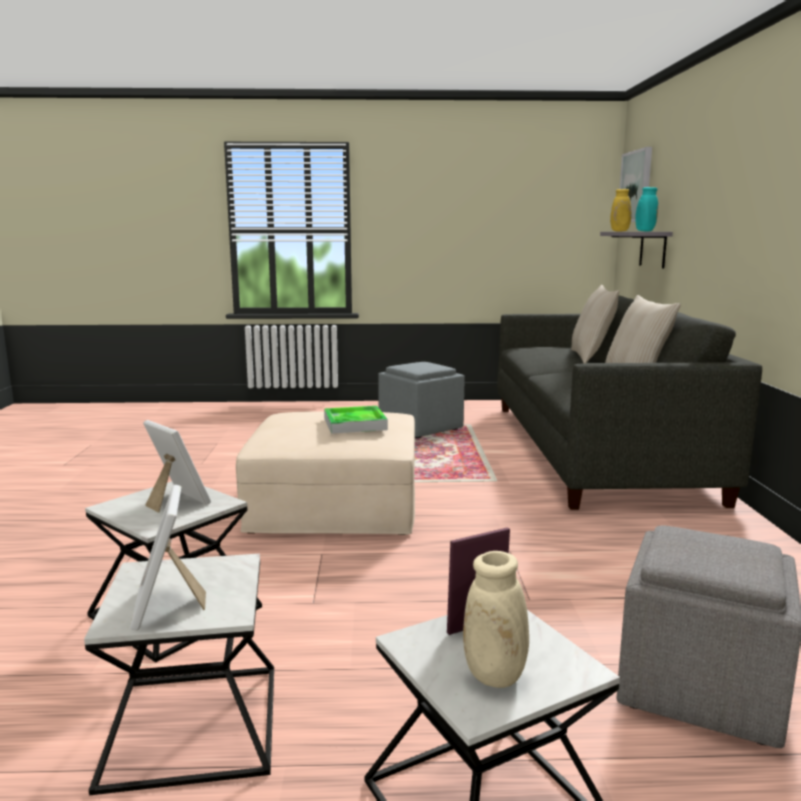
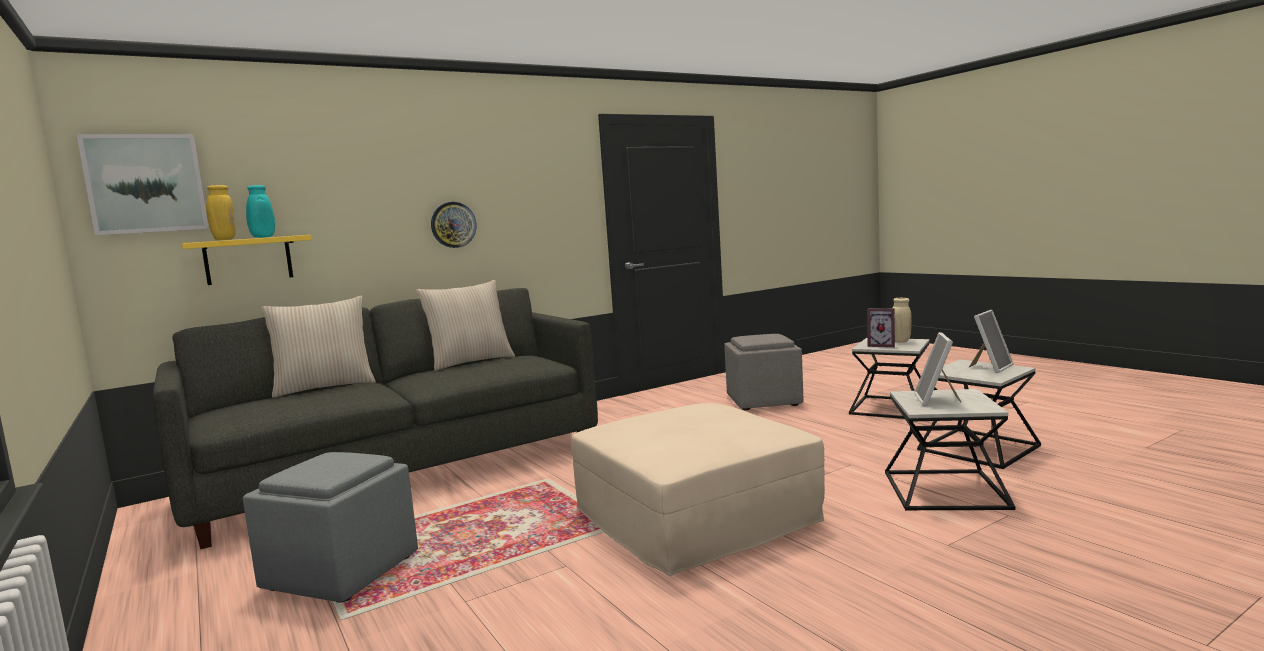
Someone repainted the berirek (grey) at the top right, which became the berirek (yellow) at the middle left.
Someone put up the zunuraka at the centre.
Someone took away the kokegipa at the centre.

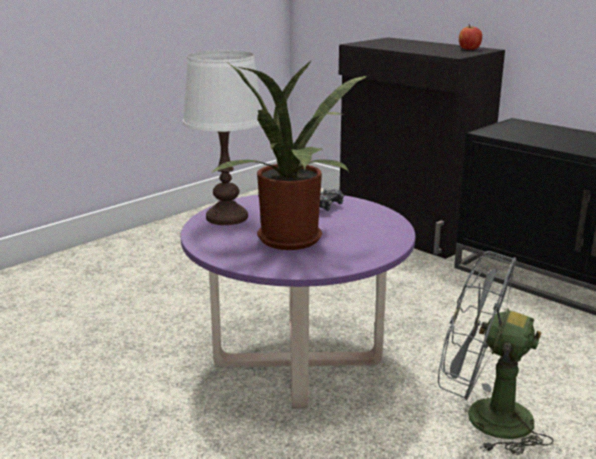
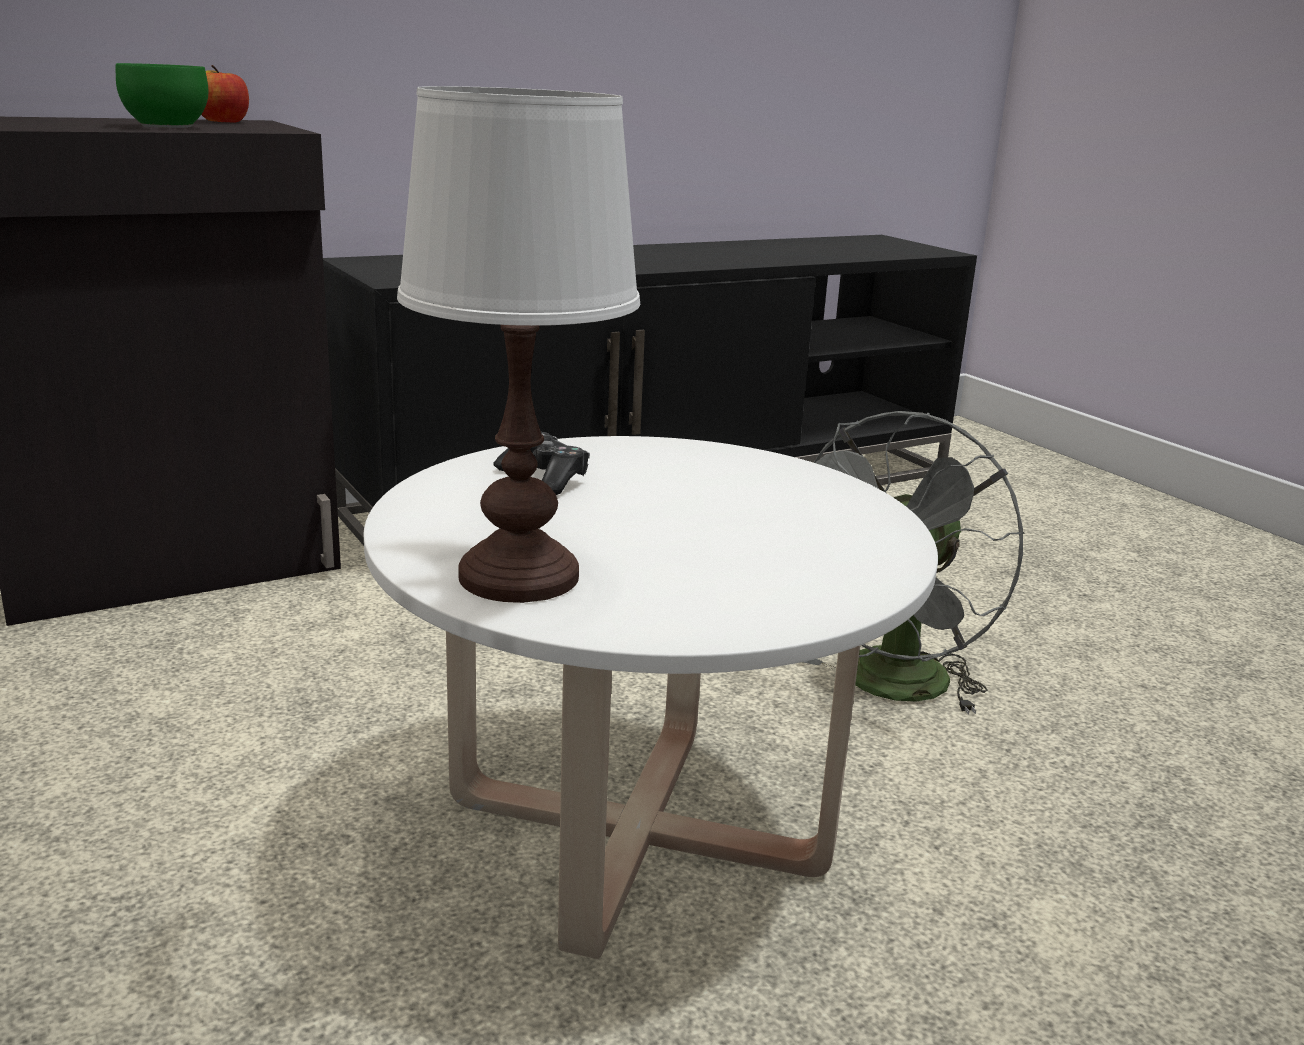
Someone put down the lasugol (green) at the top left.
Someone repainted the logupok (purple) at the centre, which became the logupok (white) at the bottom centre.
Someone took away the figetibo at the centre.

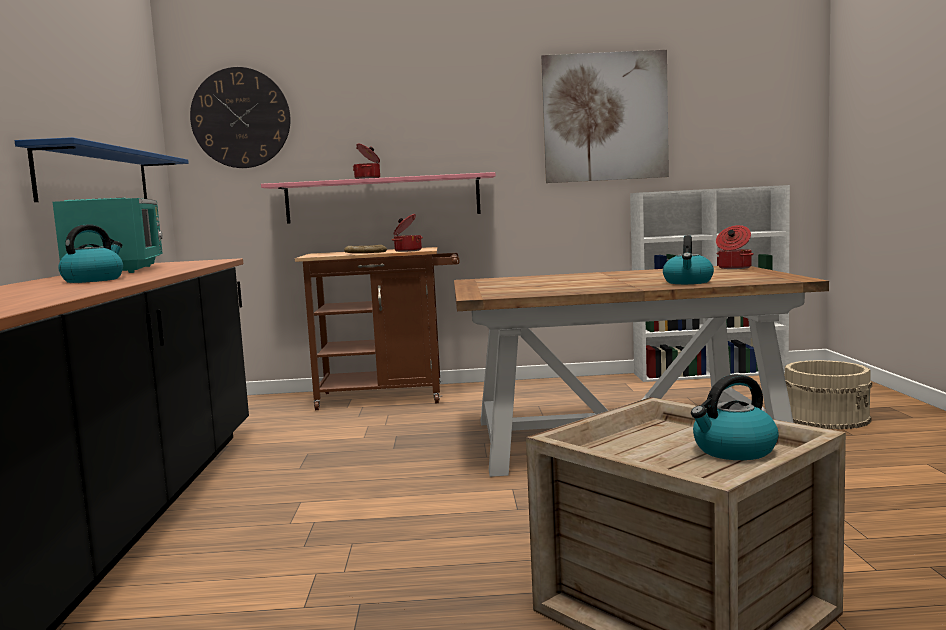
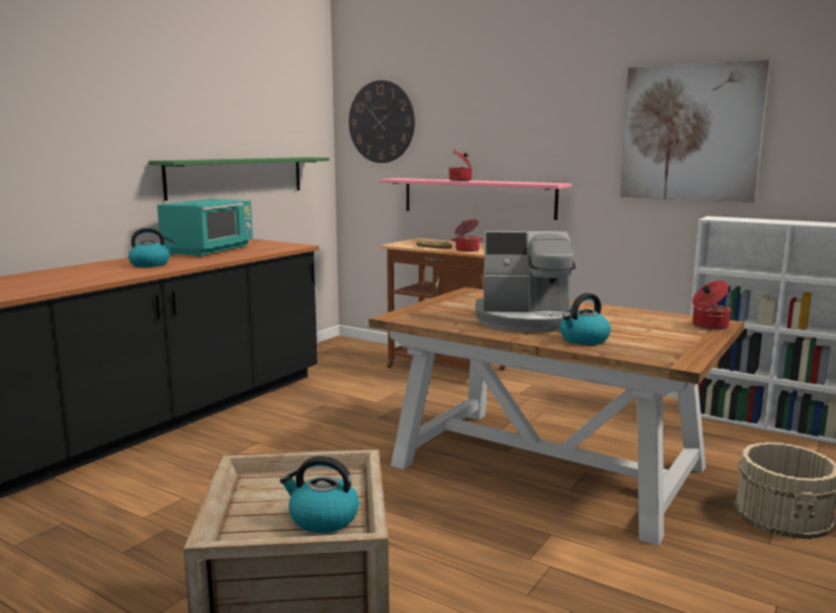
Someone repainted the berirek (blue) at the top left, which became the berirek (green) at the top left.
Someone put down the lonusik at the centre.

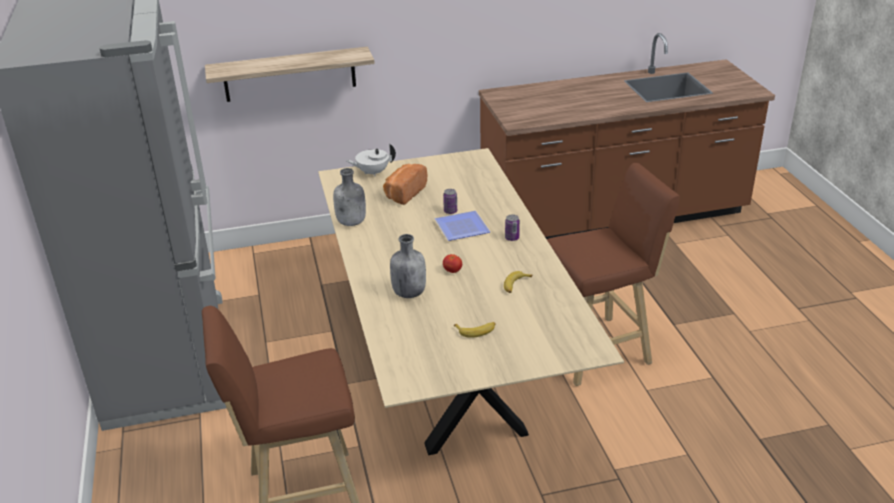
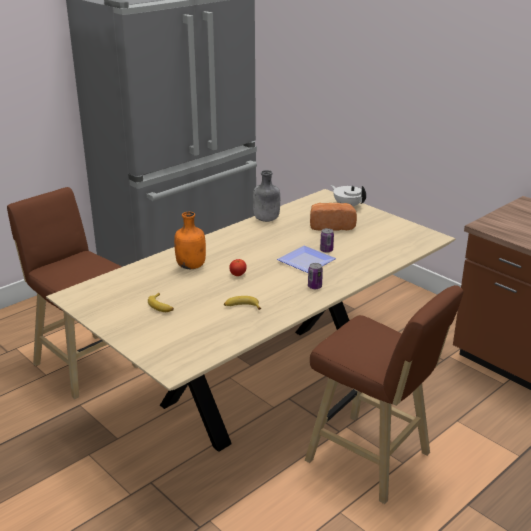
Someone repainted the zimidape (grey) (no. 2 from left) at the centre, which became the zimidape (orange) at the centre.
Someone took away the berirek at the top left.

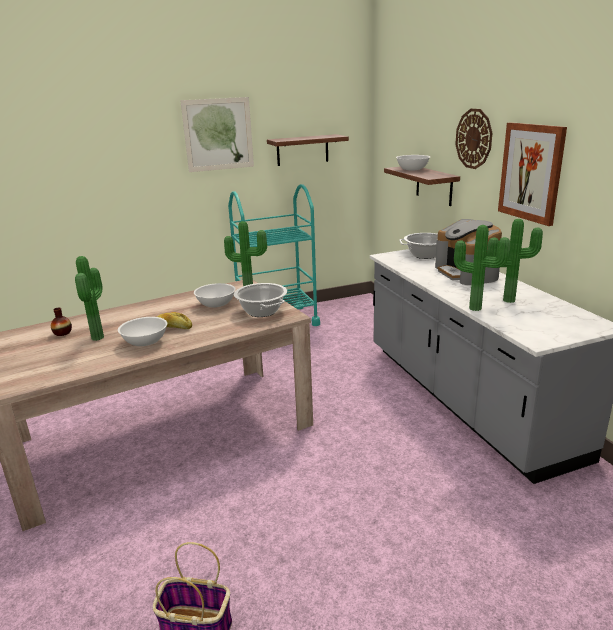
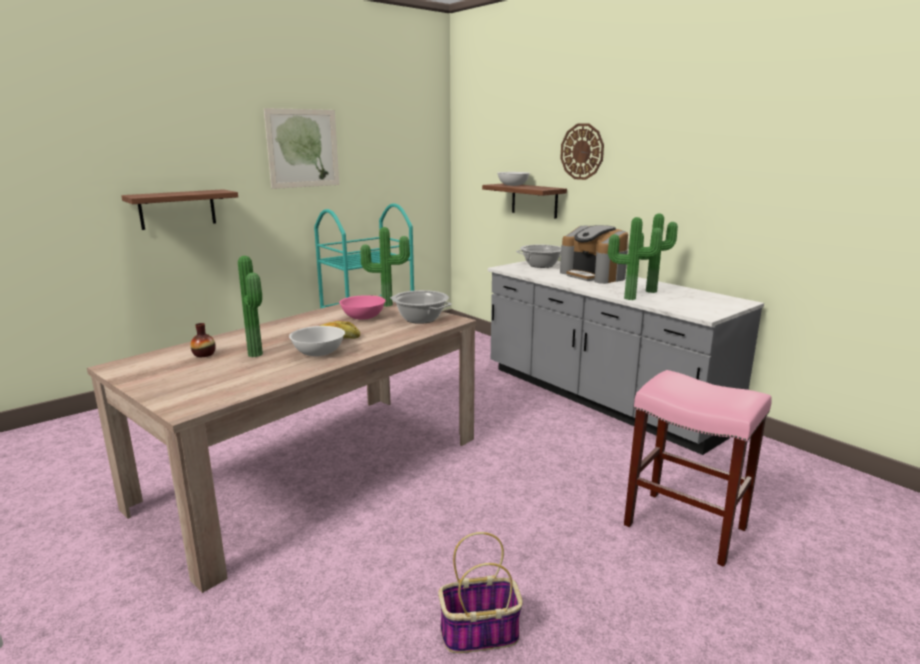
Someone carried the berirek (no. 1 from left) from the top centre to the top left.
Someone repainted the lasugol (white) (no. 2 from left) at the centre, which became the lasugol (pink) at the centre.
Someone put down the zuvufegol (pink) at the bottom right.
Someone took away the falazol (no. 2 from left) at the top right.

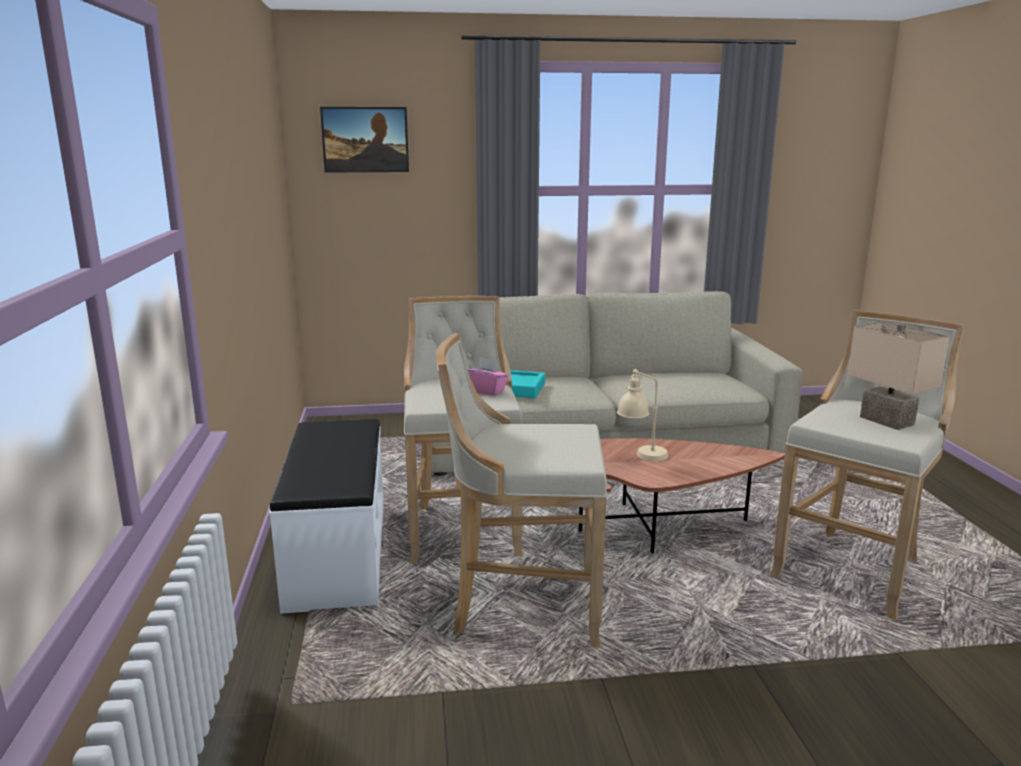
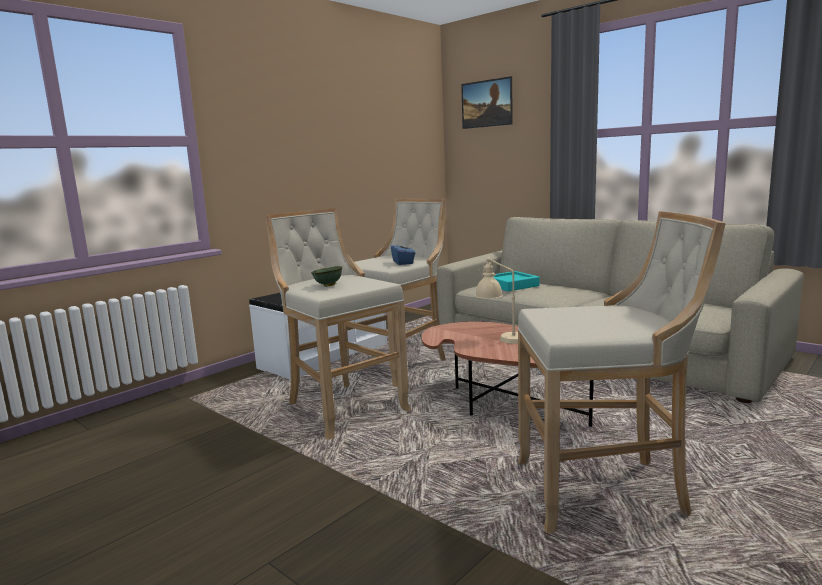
Someone put down the lasugol (green) at the centre.
Someone repainted the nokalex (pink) at the centre, which became the nokalex (blue) at the centre.
Someone took away the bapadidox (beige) (no. 2 from left) at the middle right.

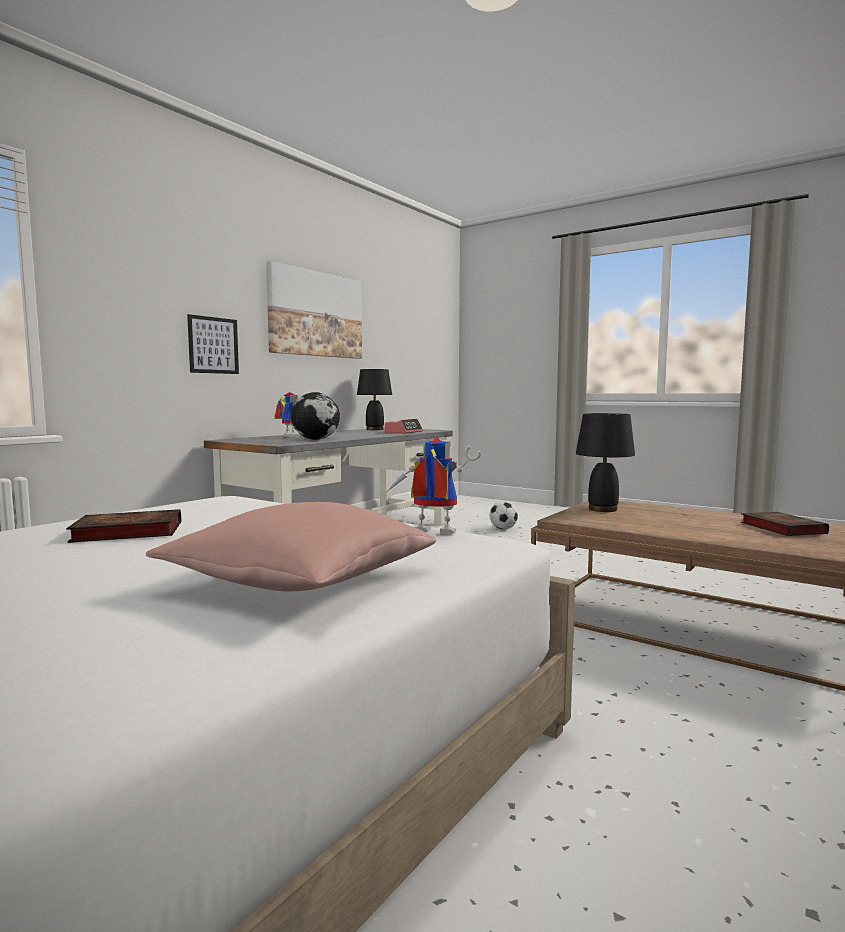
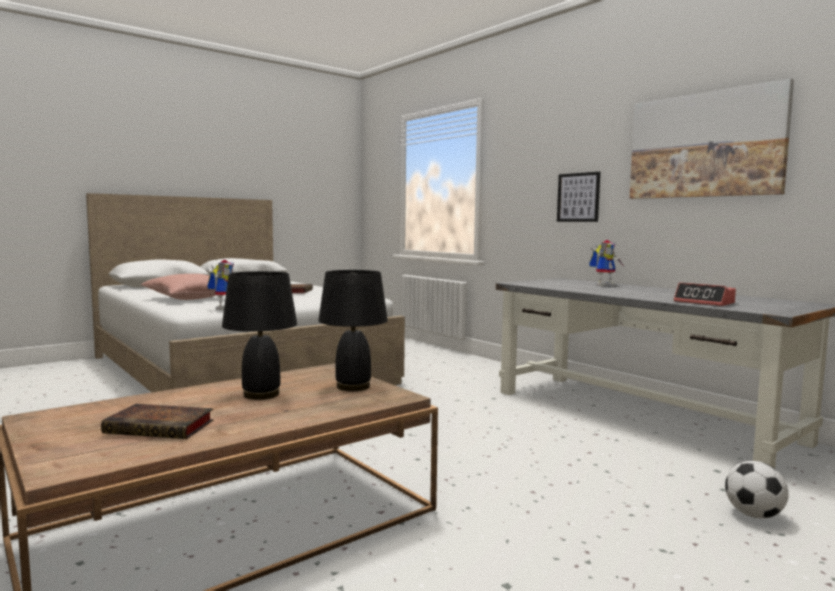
Someone carried the bapadidox (black) (no. 1 from left) from the centre to the middle left.
Someone took away the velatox at the centre.

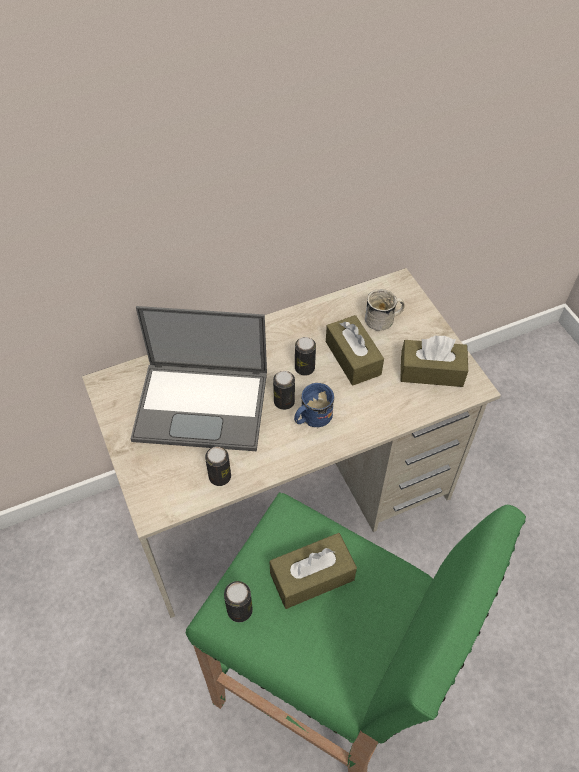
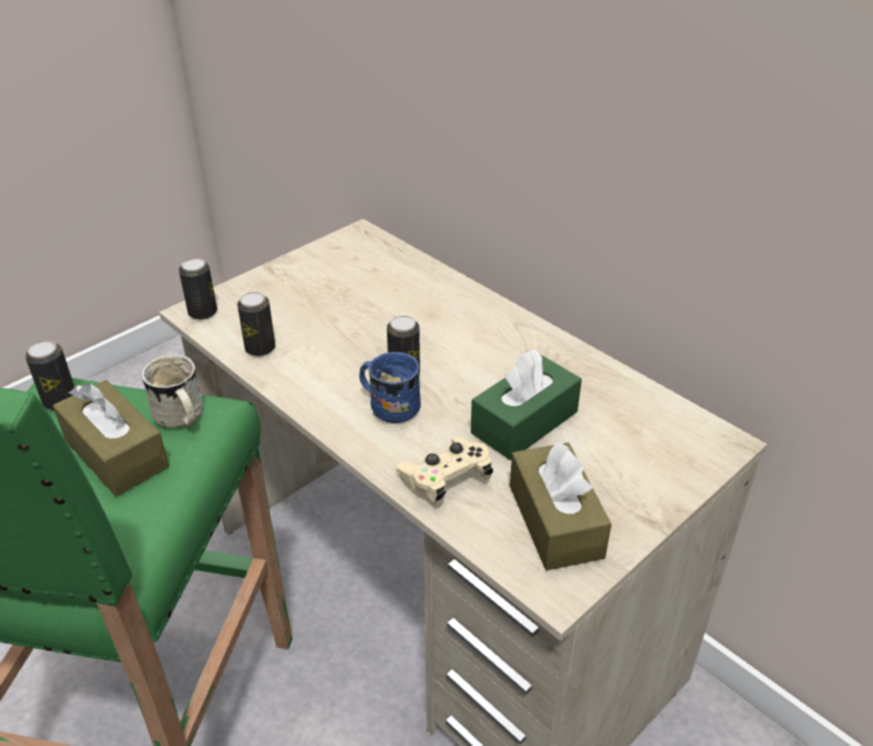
Someone carried the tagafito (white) from the centre to the middle left.
Someone carried the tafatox (no. 4 from left in the first image) from the centre to the middle left.
Someone put down the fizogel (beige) at the centre.
Someone repainted the nokalex (brown) (no. 2 from left) at the centre, which became the nokalex (green) at the centre.
Someone took away the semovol at the centre.

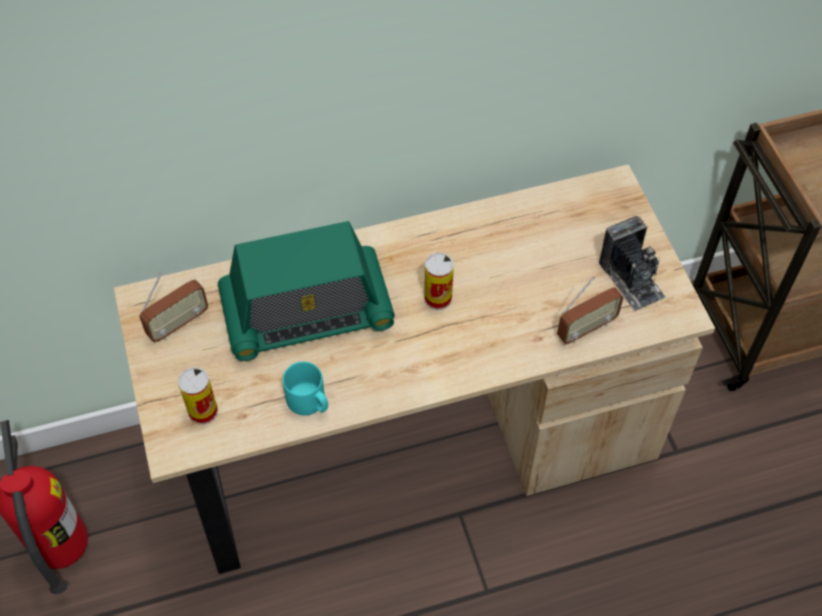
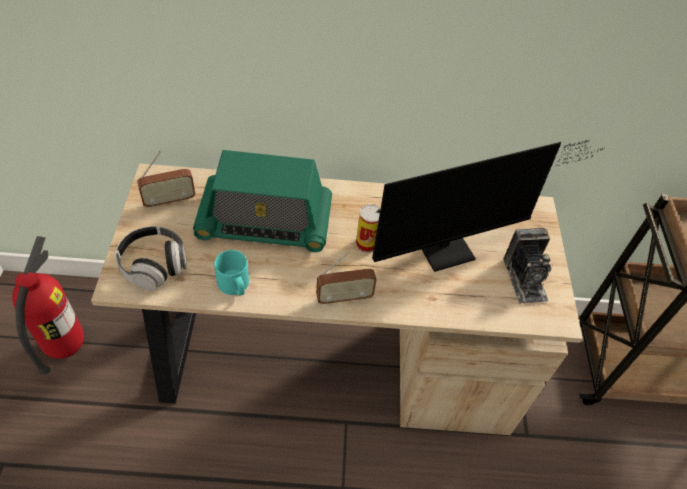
Someone swapped the tafatox (no. 1 from left) at the middle left for the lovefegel at the middle left.
Someone carried the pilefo (no. 3 from left) from the middle right to the centre.
Someone put down the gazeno at the middle right.

